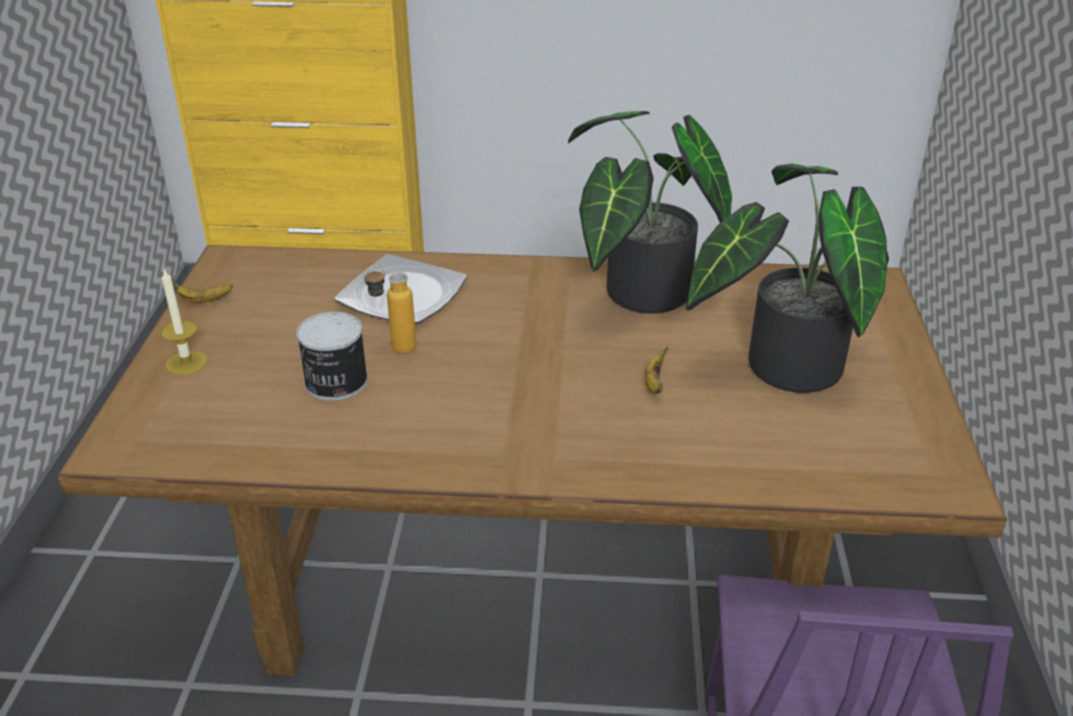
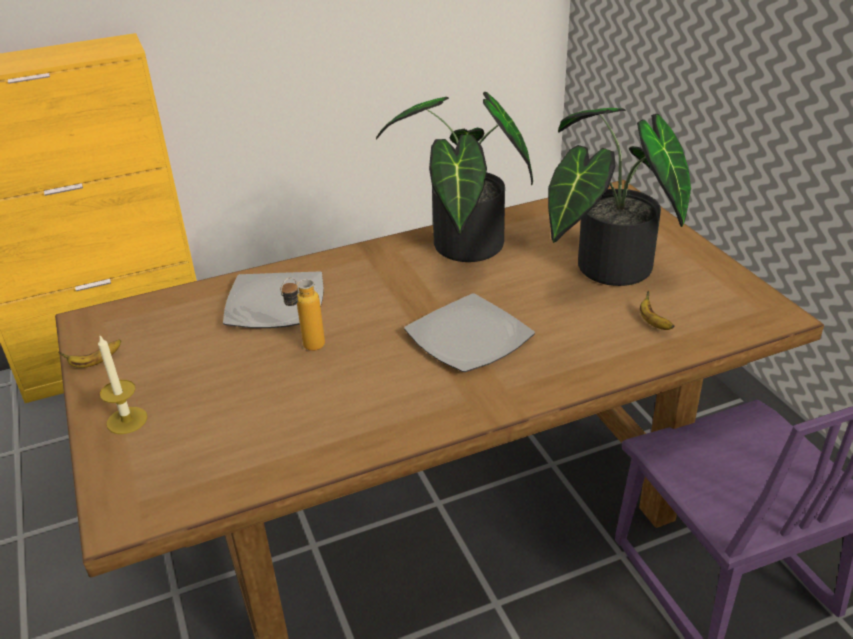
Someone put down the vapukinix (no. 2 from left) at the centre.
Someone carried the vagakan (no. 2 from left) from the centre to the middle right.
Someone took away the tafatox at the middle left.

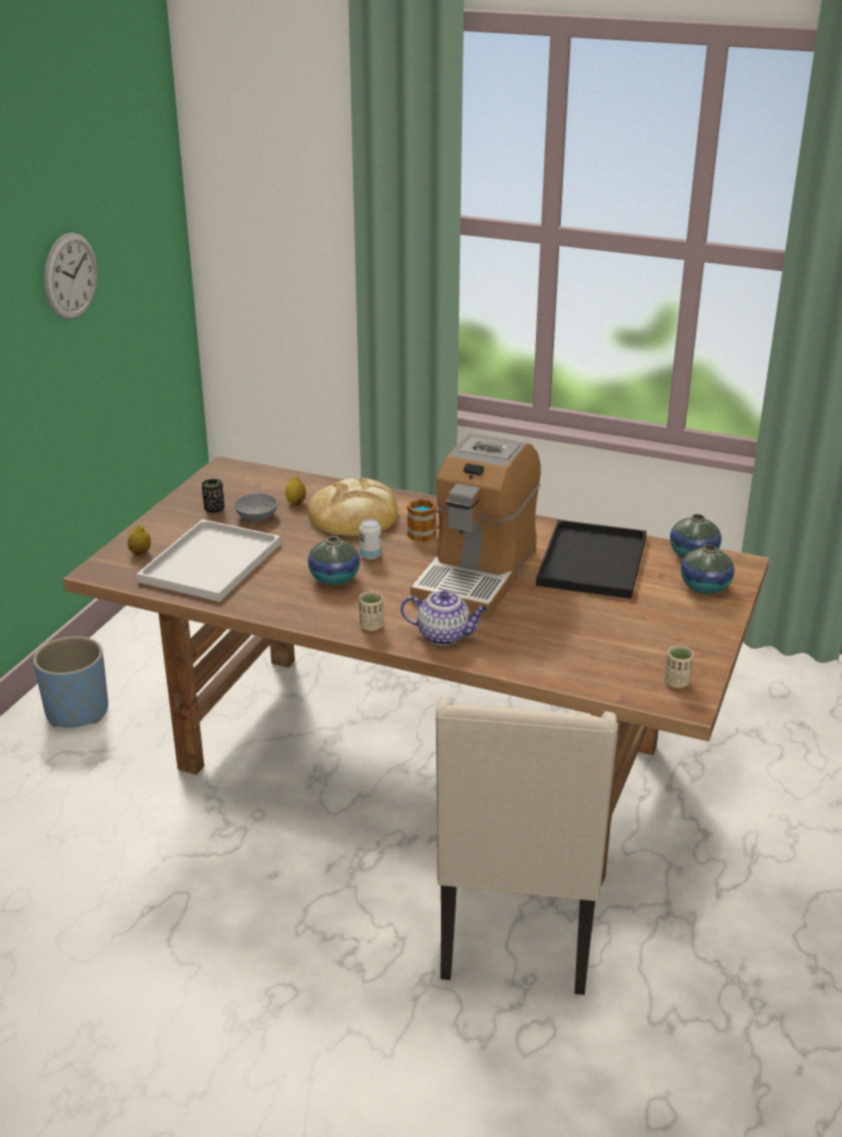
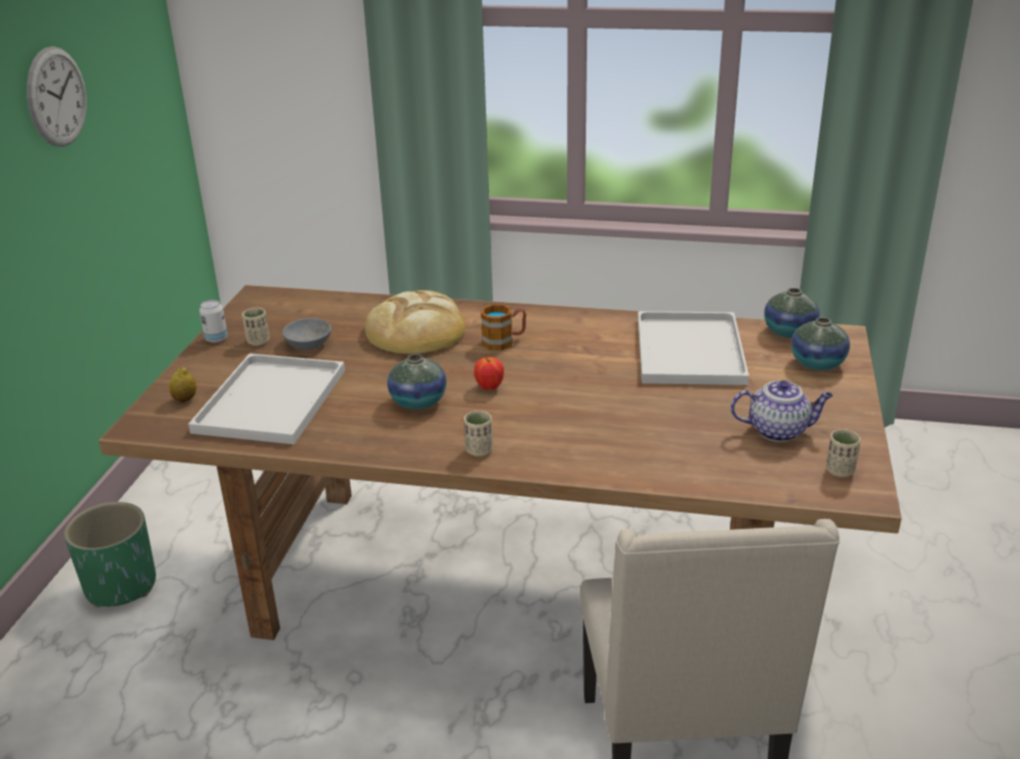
Someone repainted the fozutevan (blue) at the middle left, which became the fozutevan (green) at the bottom left.
Someone carried the tafatox from the centre to the middle left.
Someone repainted the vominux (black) at the middle left, which became the vominux (beige) (no. 1 from left) at the middle left.
Someone put down the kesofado at the centre.
Someone repainted the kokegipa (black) at the middle right, which became the kokegipa (white) (no. 2 from left) at the middle right.
Someone carried the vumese from the centre to the middle right.
Someone took away the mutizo (no. 2 from left) at the centre.
Someone took away the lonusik at the centre.

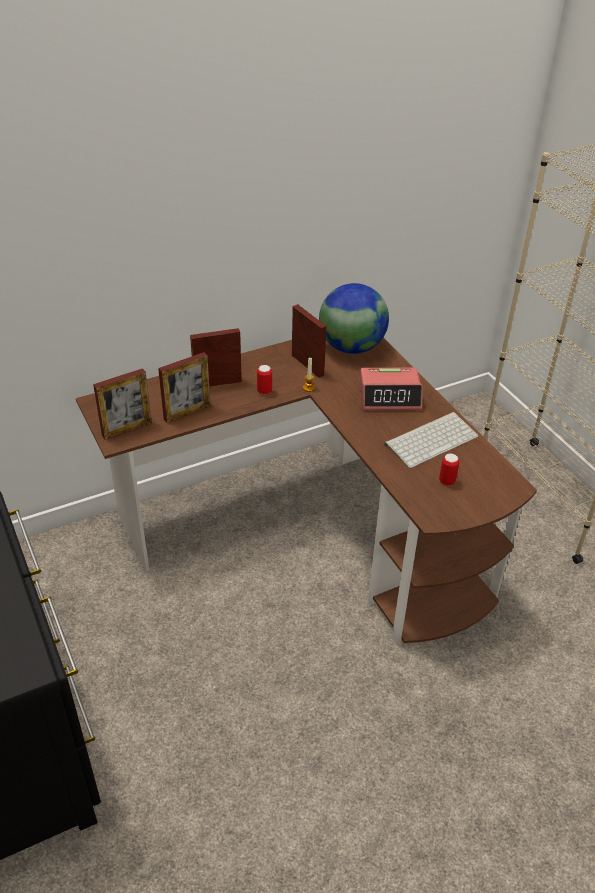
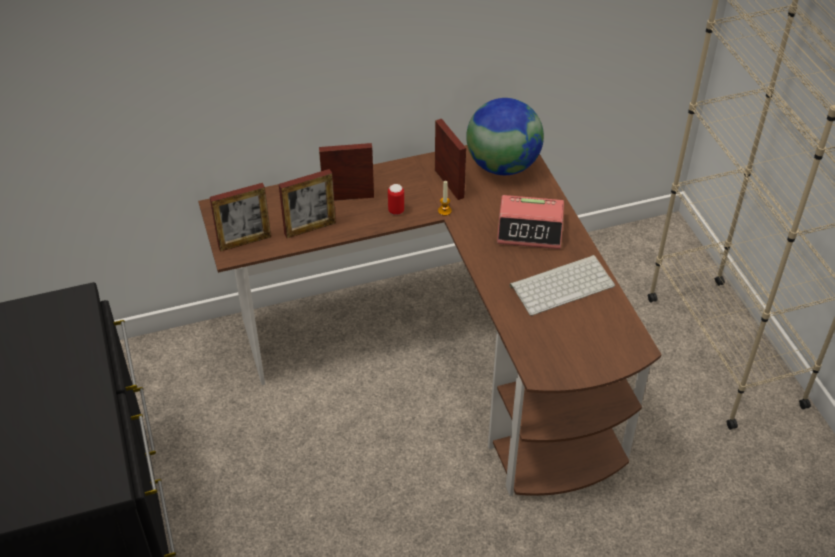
Someone took away the tafatox (no. 2 from left) at the middle right.

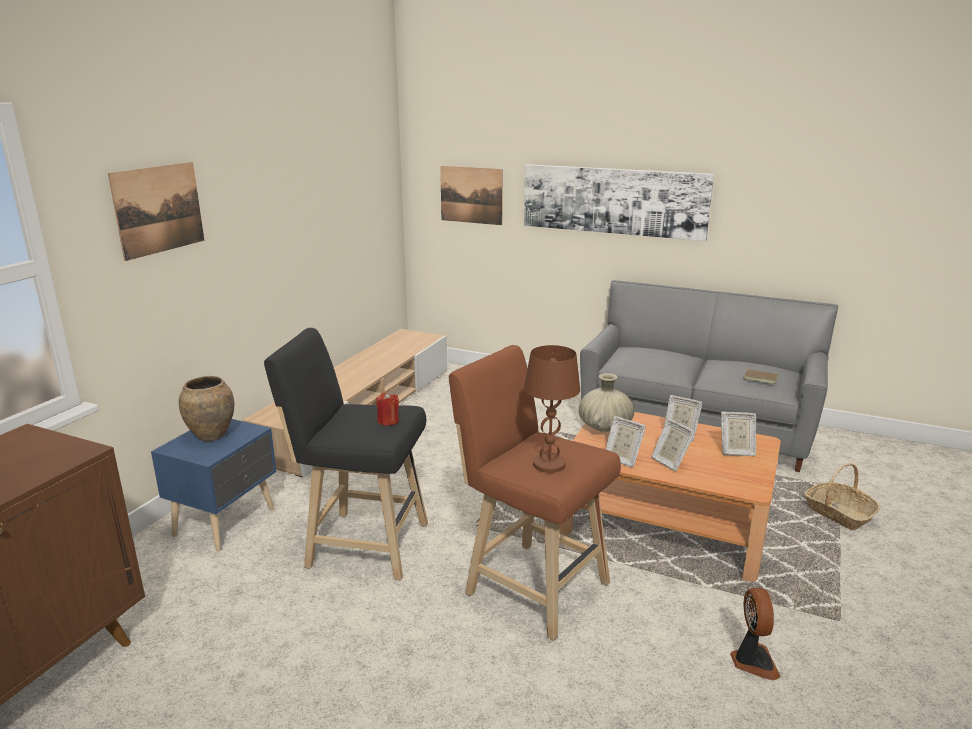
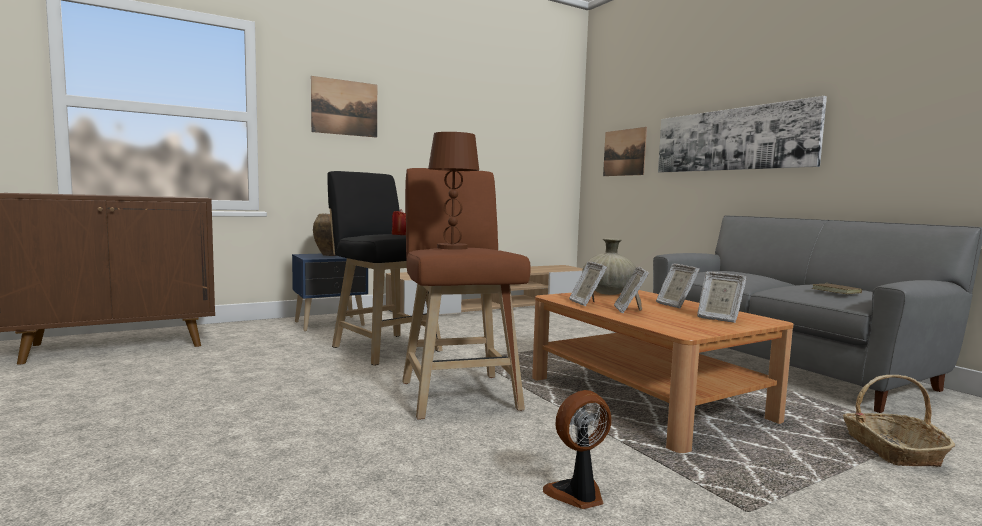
Someone rotated the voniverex at the bottom right by 150 degrees counterclockwise.

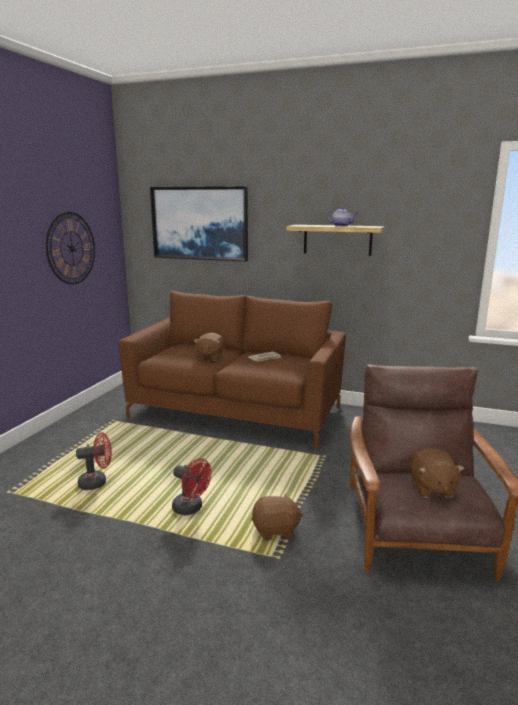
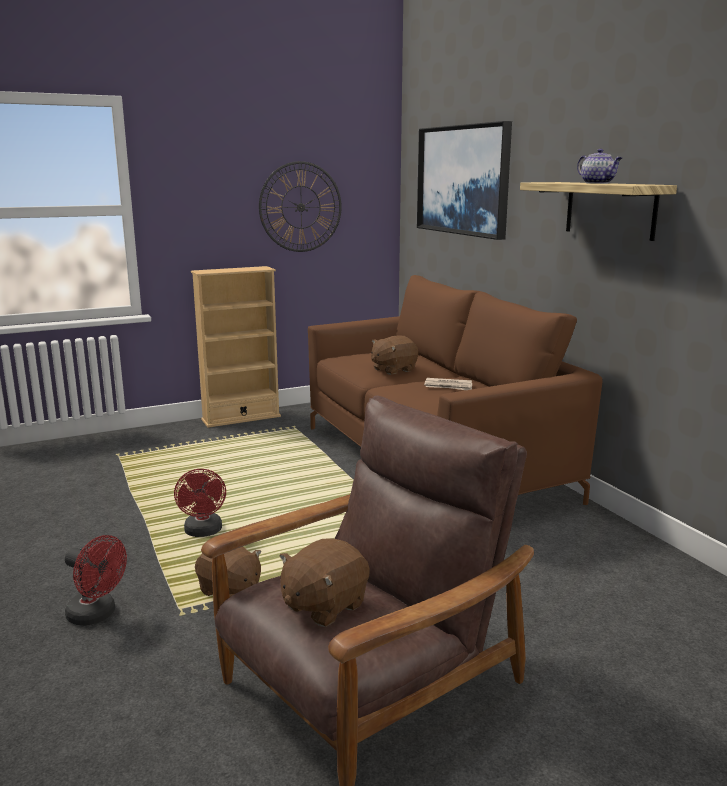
Someone carried the voniverex (red) (no. 1 from left) from the middle left to the bottom left.
Someone put down the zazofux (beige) at the middle left.

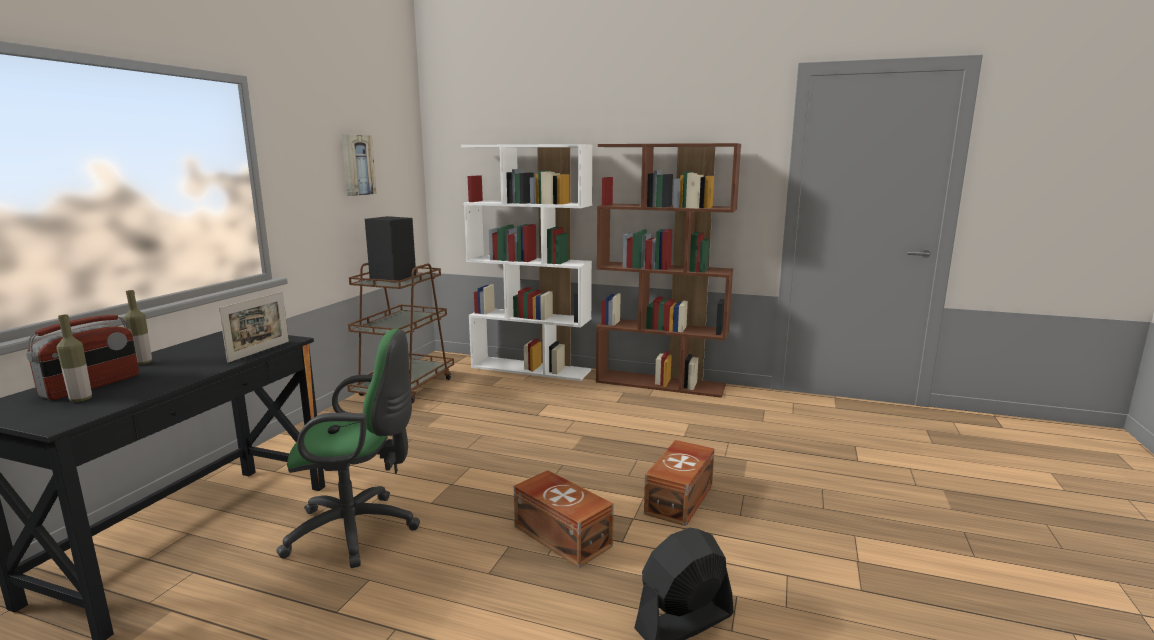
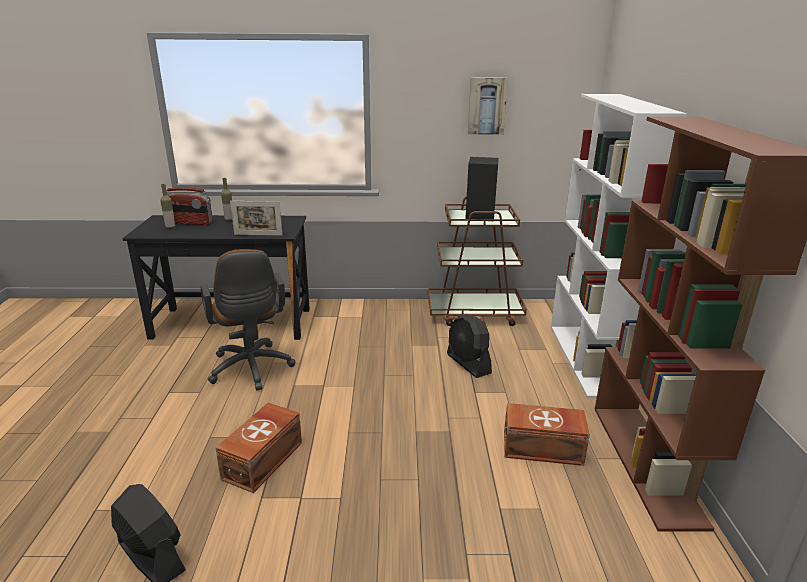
Someone repainted the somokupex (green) at the bottom left, which became the somokupex (brown) at the middle left.
Someone put down the voniverex (black) (no. 2 from left) at the centre.
Someone carried the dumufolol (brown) (no. 2 from left) from the bottom centre to the bottom right.

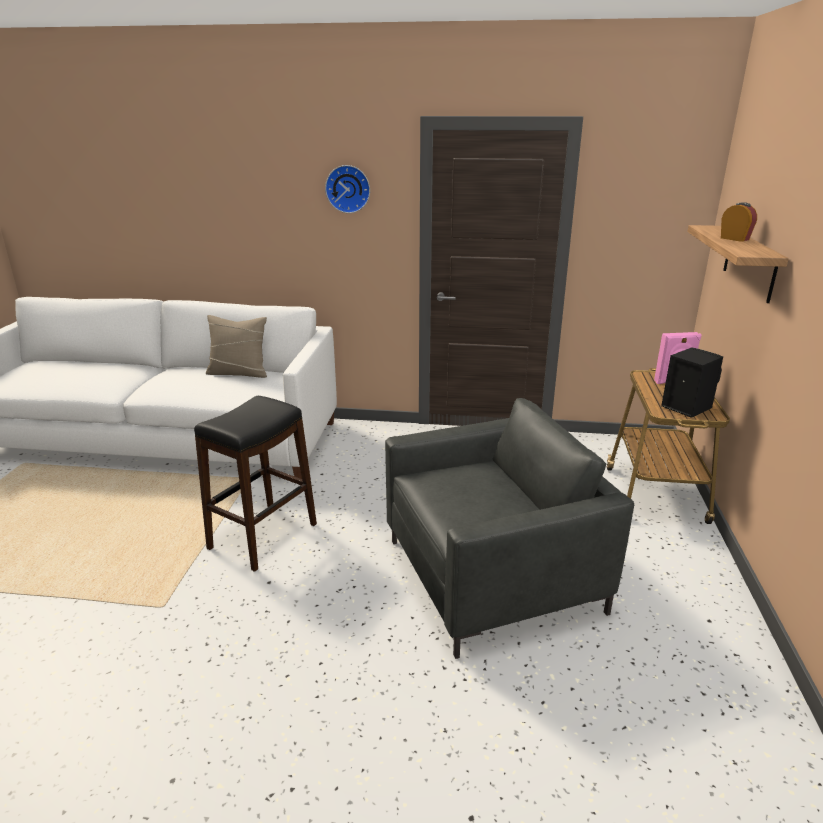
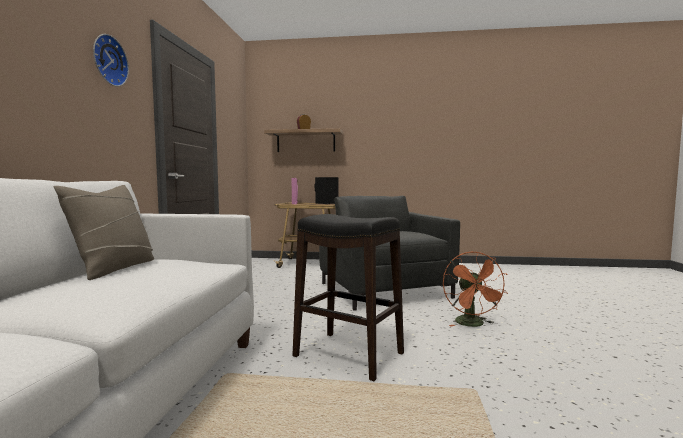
Someone put down the voniverex (orange) at the middle right.

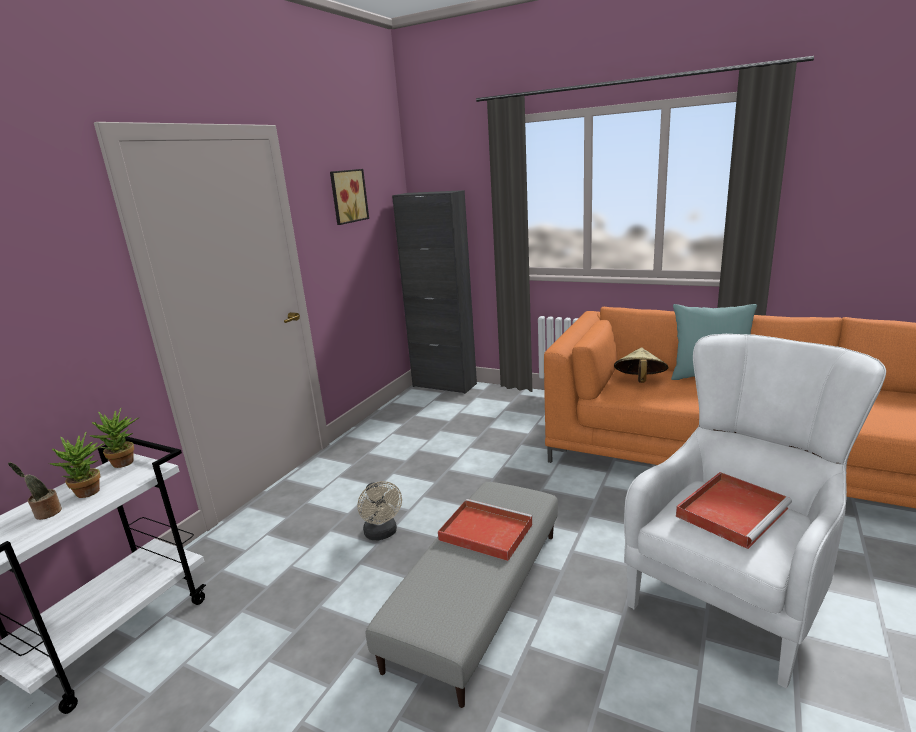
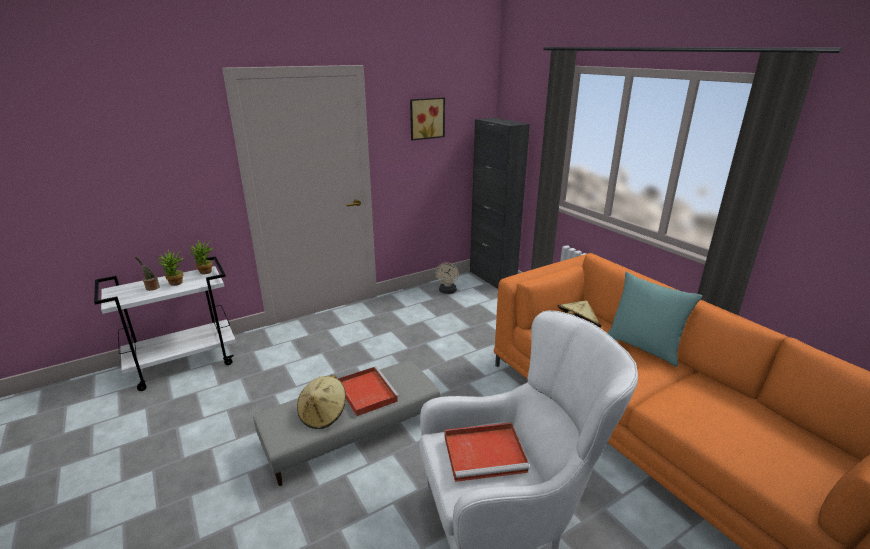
Someone put down the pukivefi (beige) (no. 1 from left) at the bottom centre.
Someone carried the voniverex (beige) from the bottom centre to the centre.

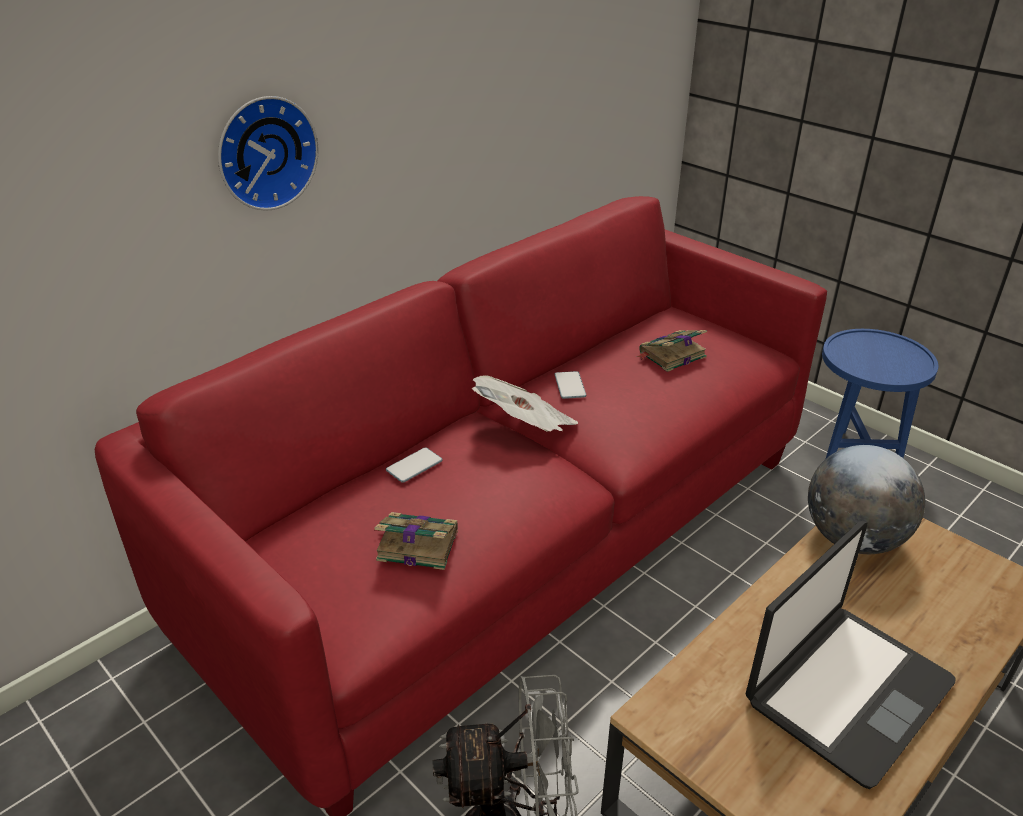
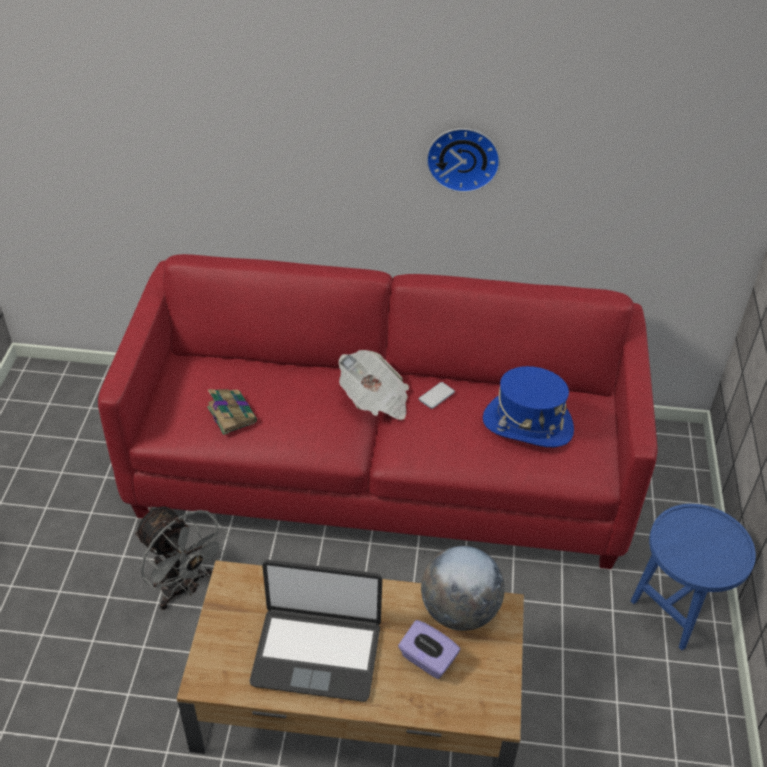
Someone put down the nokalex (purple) at the bottom centre.
Someone carried the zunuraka from the top left to the top centre.
Someone swapped the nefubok (no. 2 from left) at the centre for the pukivefi (blue) at the middle right.
Someone took away the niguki (no. 1 from left) at the centre.

